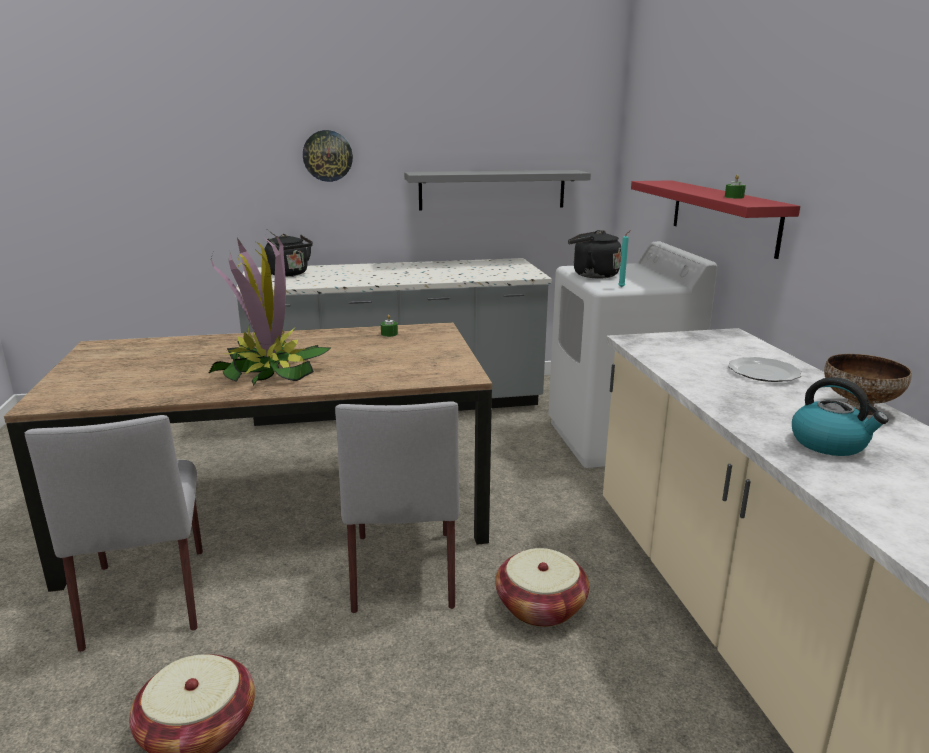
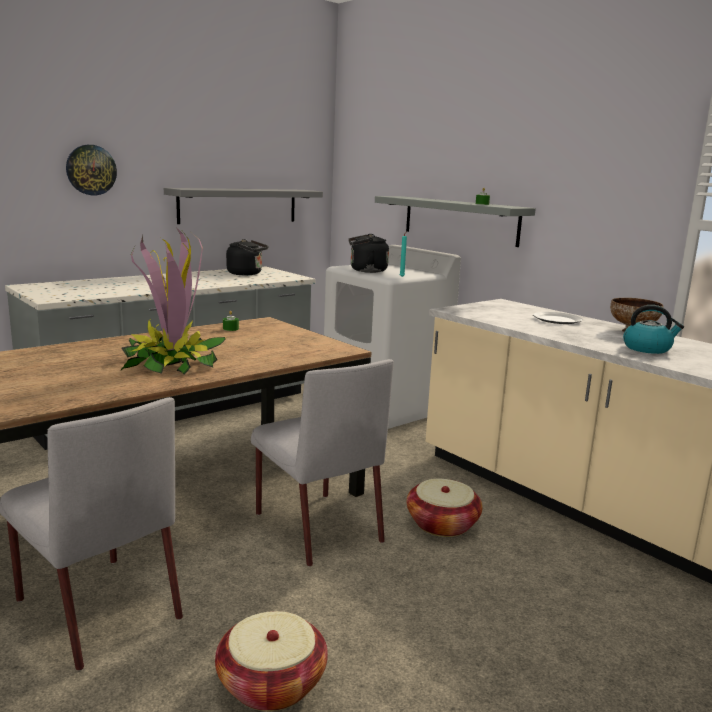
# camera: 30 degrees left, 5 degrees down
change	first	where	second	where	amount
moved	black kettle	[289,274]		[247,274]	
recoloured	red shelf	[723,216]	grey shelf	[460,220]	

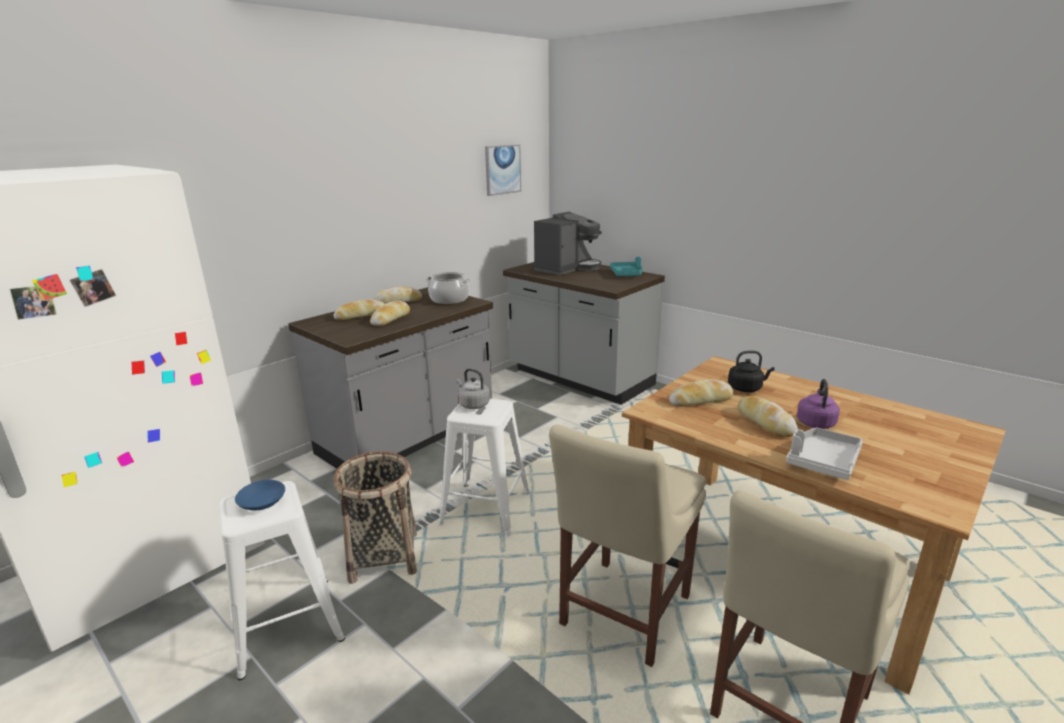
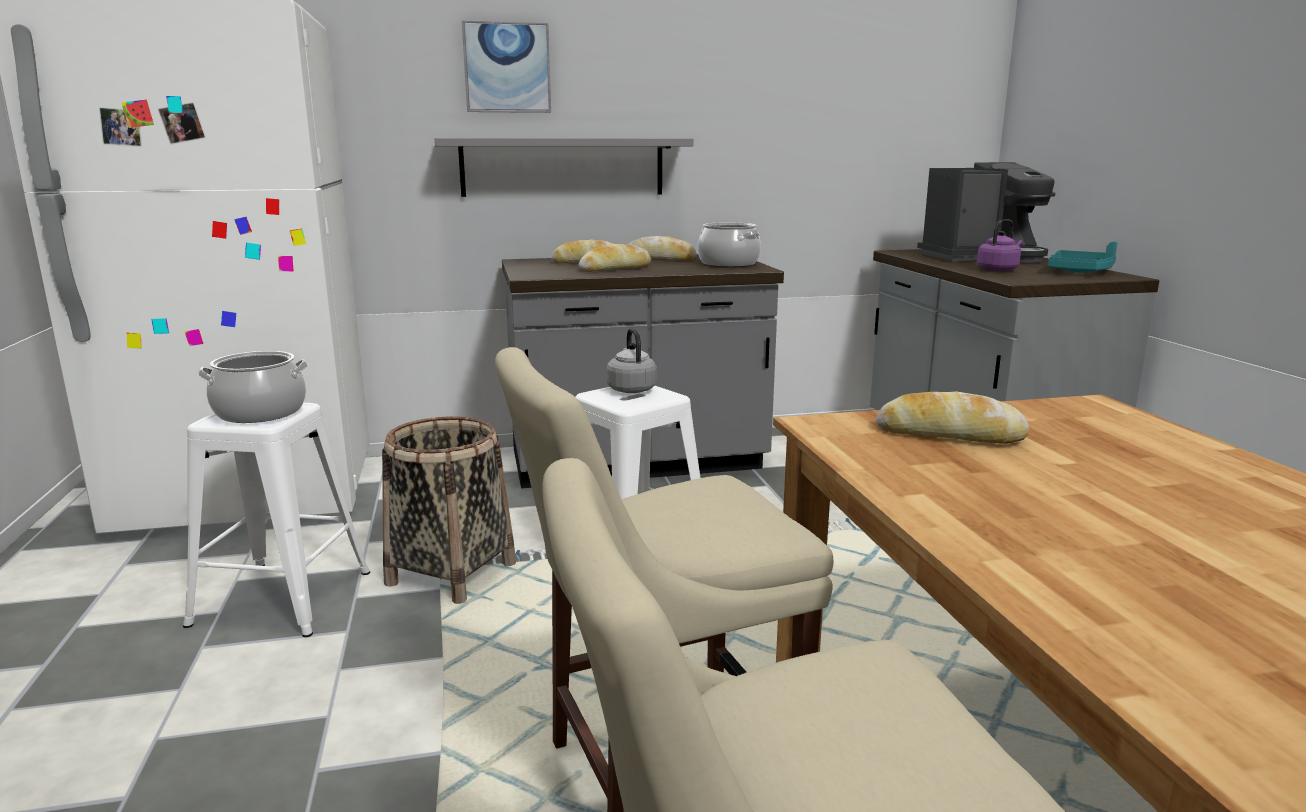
# camera: 35 degrees right, 5 degrees down
change	first	where	second	where	amount
removed	black kettle	[746,388]			
removed	bread	[765,422]			
removed	grey tray	[822,461]			
added			grey shelf	[563,167]	
moved	picture	[502,169]		[507,68]	
moved	purple kettle	[815,422]		[998,269]	
replaced	blue bowl	[262,503]	cooking pot	[260,413]	

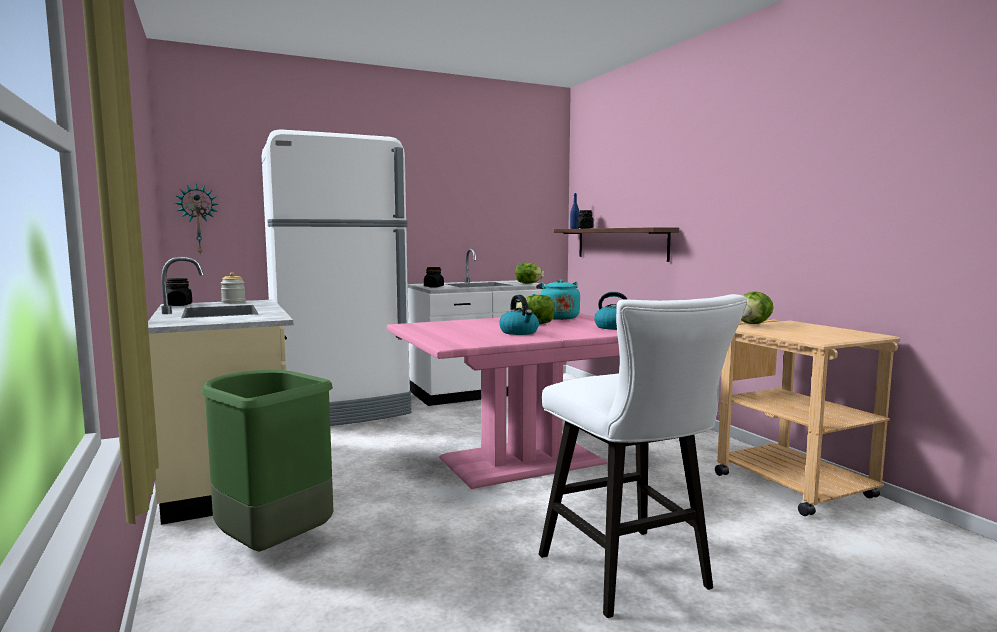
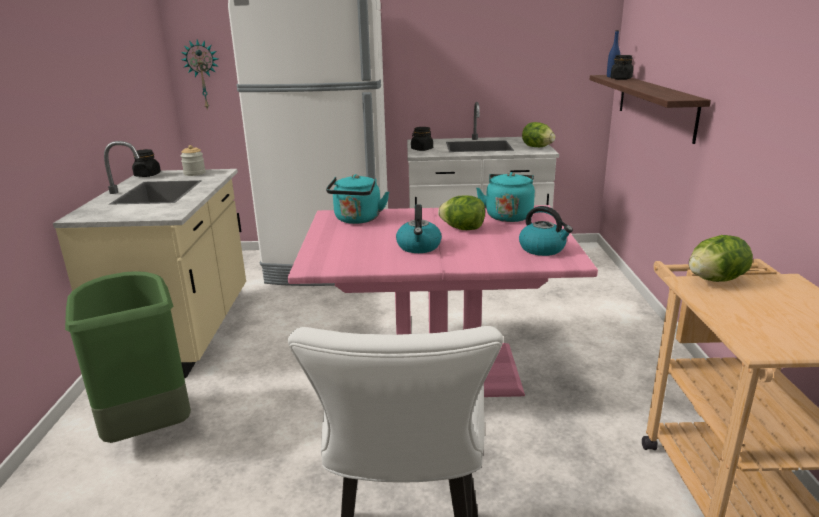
# camera: 25 degrees right, 15 degrees up
change	first	where	second	where	amount
added			turquoise kettle	[357,220]	

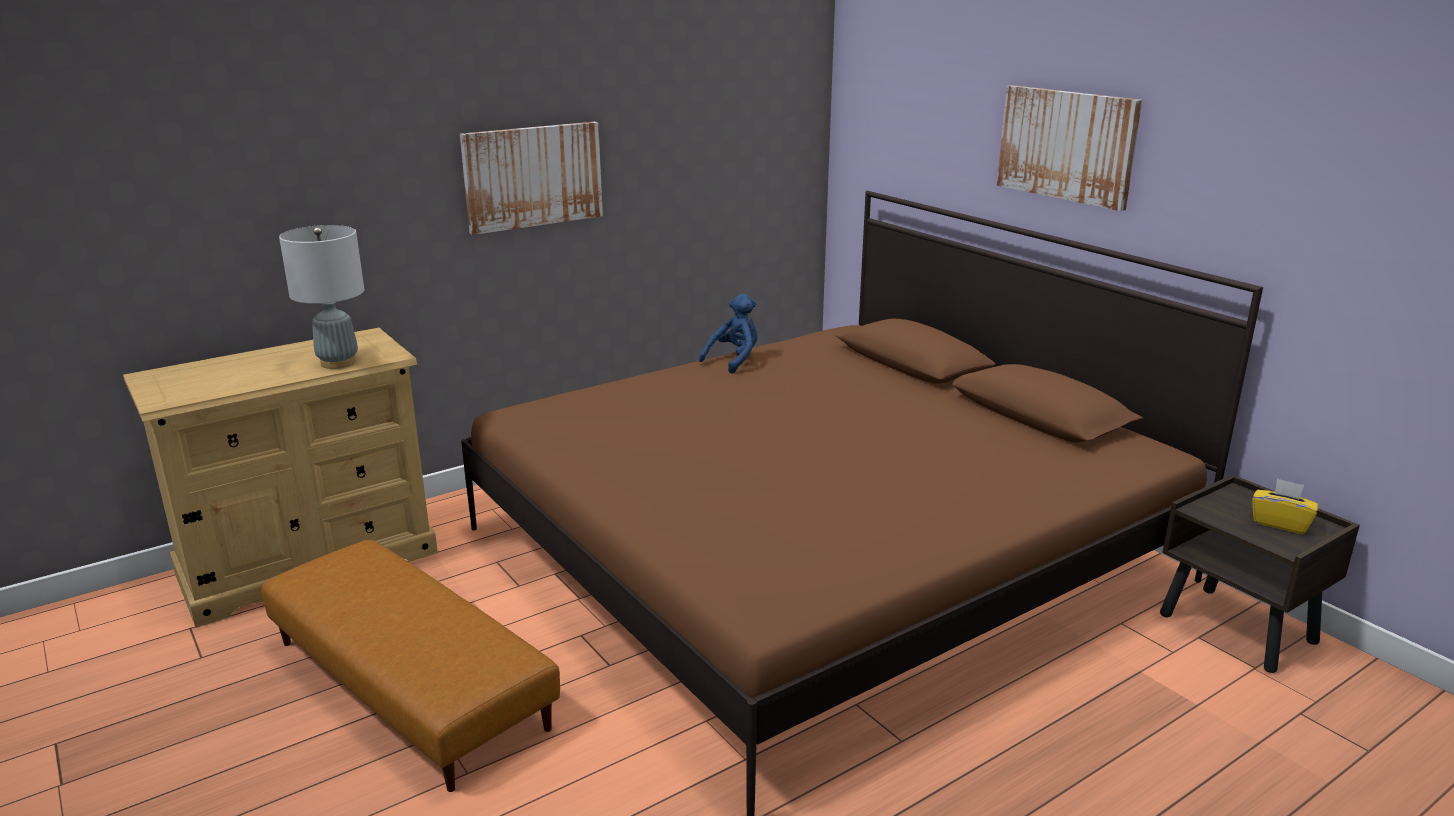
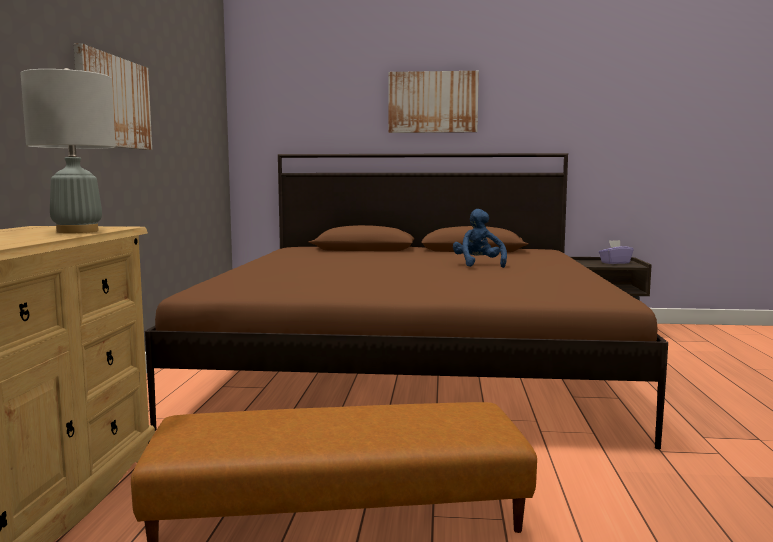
# camera: 50 degrees left, 15 degrees down
change	first	where	second	where	amount
moved	blue plush toy	[734,360]		[478,264]	
recoloured	yellow tissue box	[1280,523]	purple tissue box	[615,263]	

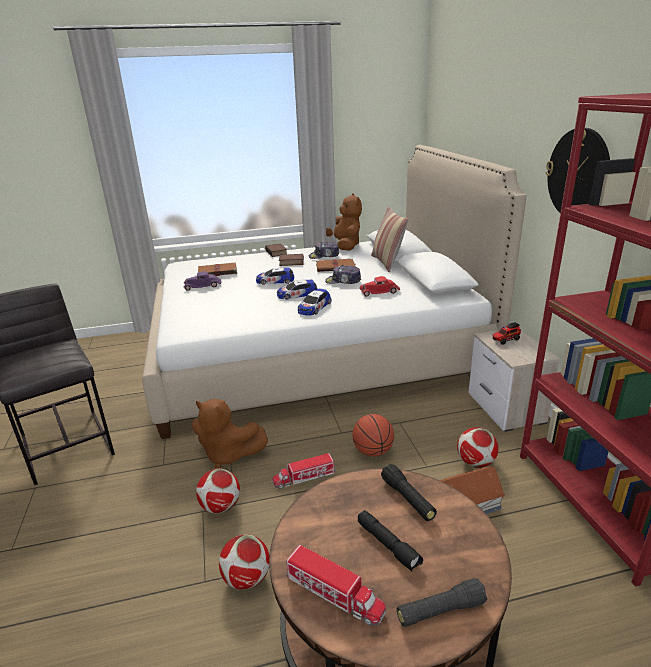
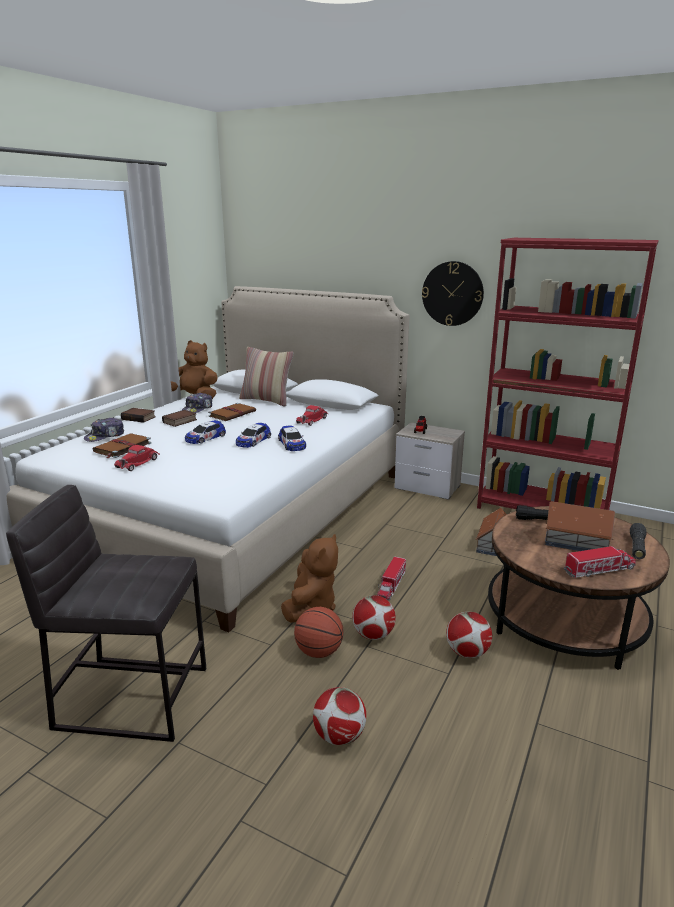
# camera: 50 degrees left, 5 degrees down
change	first	where	second	where	amount
moved	cap	[343,281]		[105,436]	
moved	basketball	[373,451]		[319,652]	
moved	football	[475,462]		[339,736]	
replaced	black flashlight	[388,545]	toy house	[575,541]	
recoloured	purple toy car	[203,286]	red toy car	[138,463]	
turned	brown plush toy	[228,454]		[310,606]	45 degrees counterclockwise

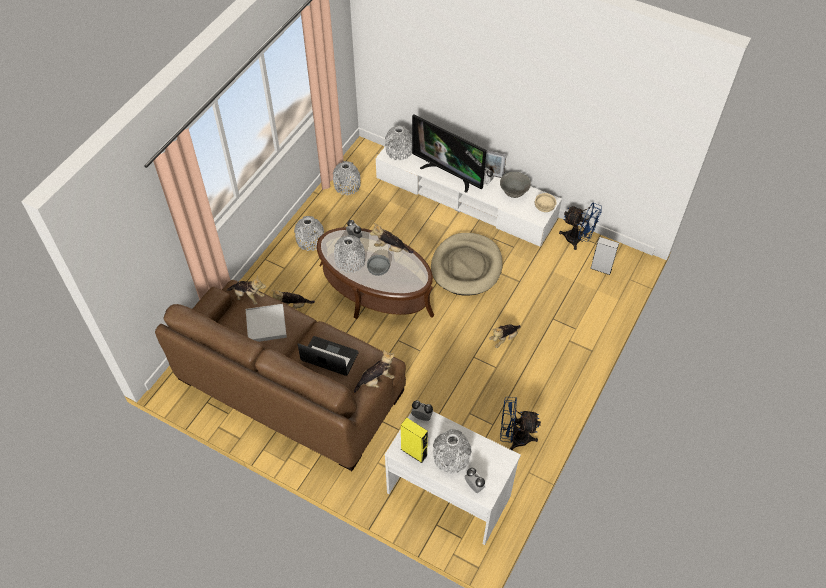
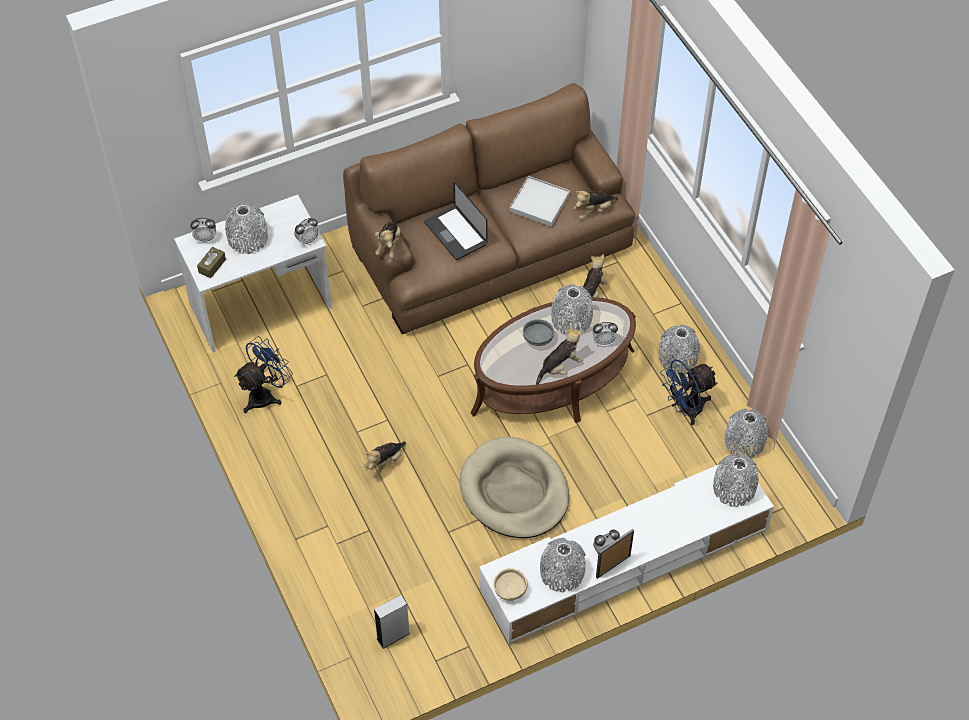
# camera: 125 degrees right, 0 degrees up
change	first	where	second	where	amount
removed	yellow speaker	[414,452]			
removed	television	[448,174]			
added			brown tissue box	[212,266]	
moved	blue fan	[577,240]		[685,409]	
replaced	grey bowl	[514,192]	grey vase	[562,573]	
turned	laptop	[329,357]		[455,233]	90 degrees clockwise
turned	plush toy	[504,338]		[385,463]	135 degrees counterclockwise

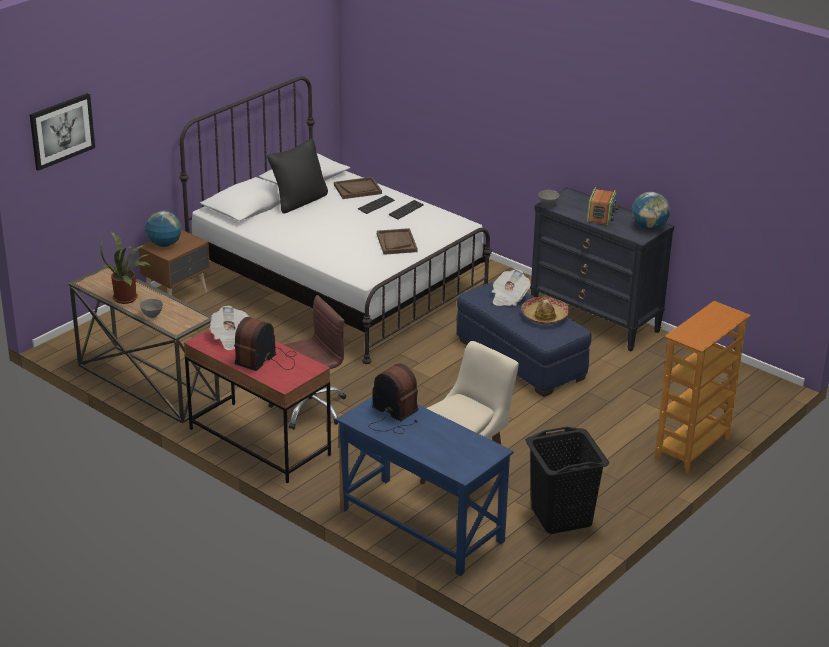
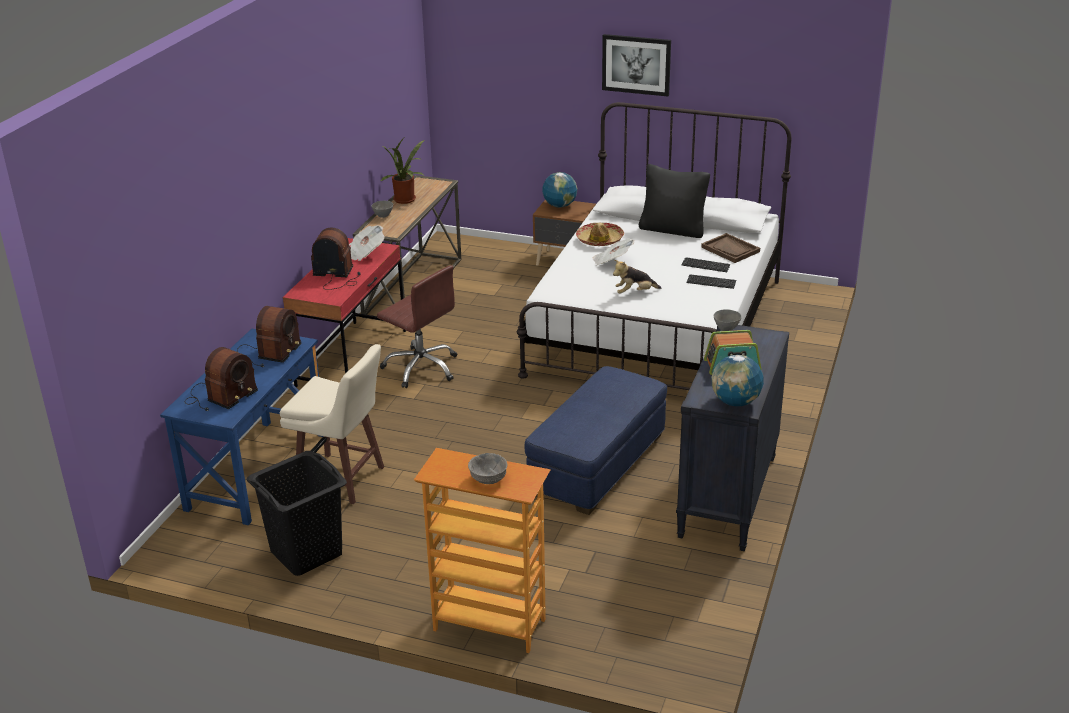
# camera: 70 degrees right, 0 degrees up
change	first	where	second	where	amount
added			radio	[220,397]	
added			grey bowl	[488,479]	
moved	picture	[61,131]		[636,64]	
moved	newspaper	[508,298]		[612,261]	
moved	hat	[544,316]		[599,240]	
replaced	brown tray	[396,243]	plush toy	[634,293]	

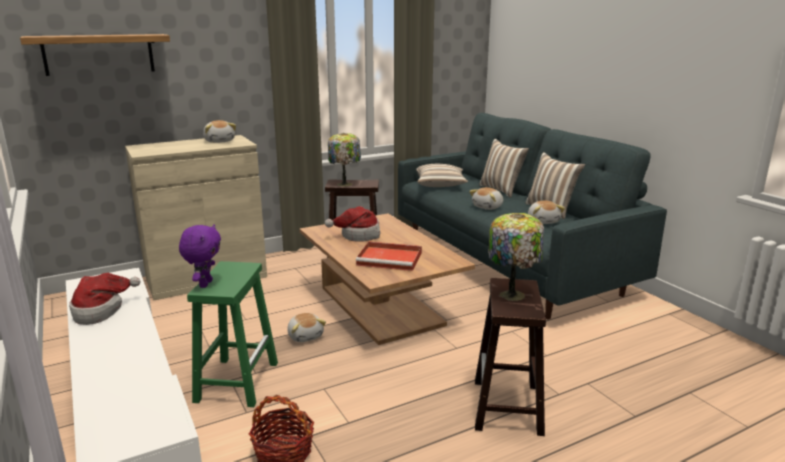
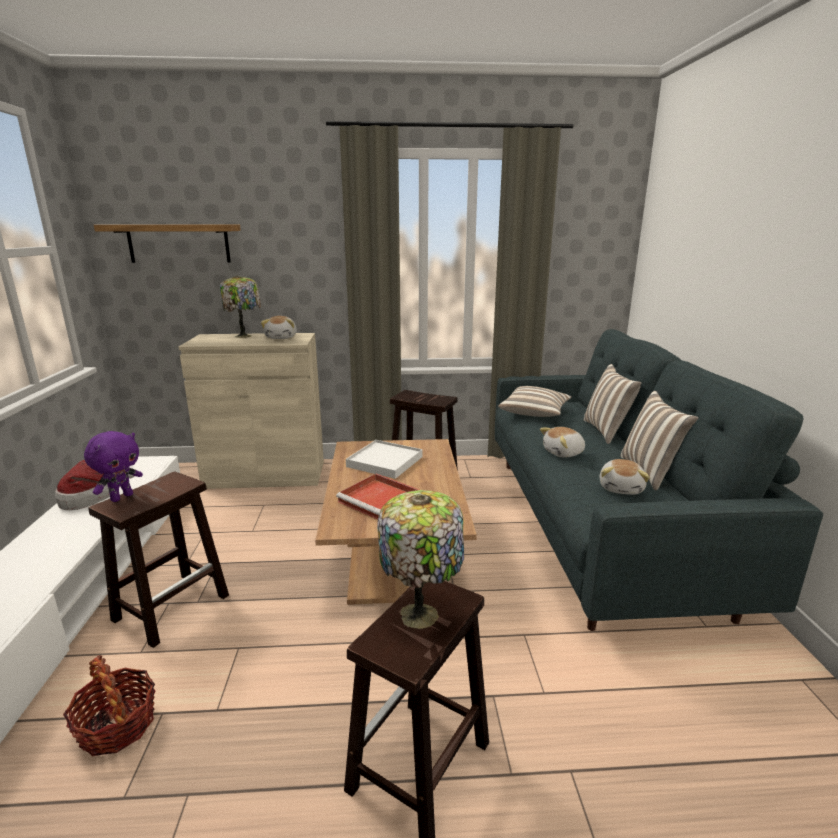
# camera: 25 degrees right, 0 degrees up
change	first	where	second	where	amount
removed	plush toy	[305,336]			
moved	table lamp	[345,184]		[244,336]	
replaced	hat	[358,235]	white tray	[384,462]	
recoloured	green stool	[237,381]	brown stool	[173,606]	

